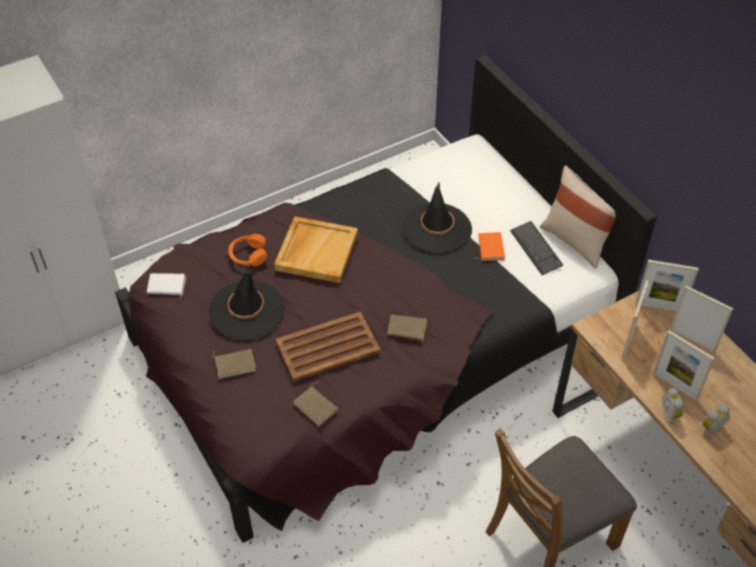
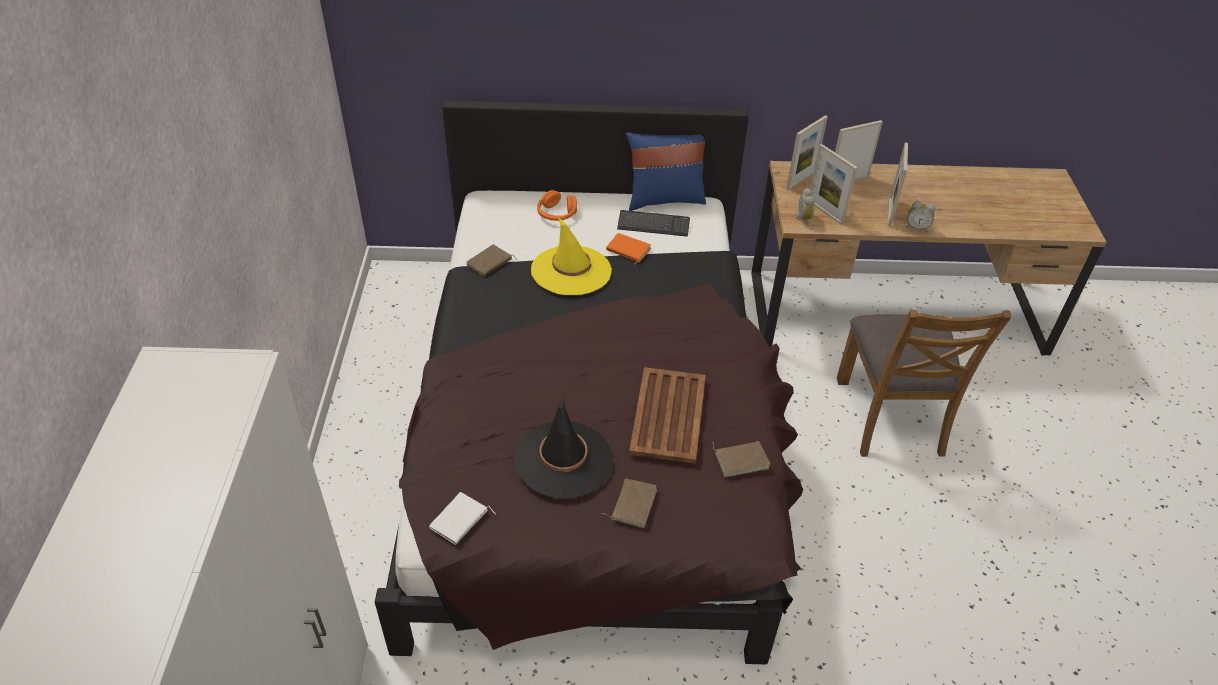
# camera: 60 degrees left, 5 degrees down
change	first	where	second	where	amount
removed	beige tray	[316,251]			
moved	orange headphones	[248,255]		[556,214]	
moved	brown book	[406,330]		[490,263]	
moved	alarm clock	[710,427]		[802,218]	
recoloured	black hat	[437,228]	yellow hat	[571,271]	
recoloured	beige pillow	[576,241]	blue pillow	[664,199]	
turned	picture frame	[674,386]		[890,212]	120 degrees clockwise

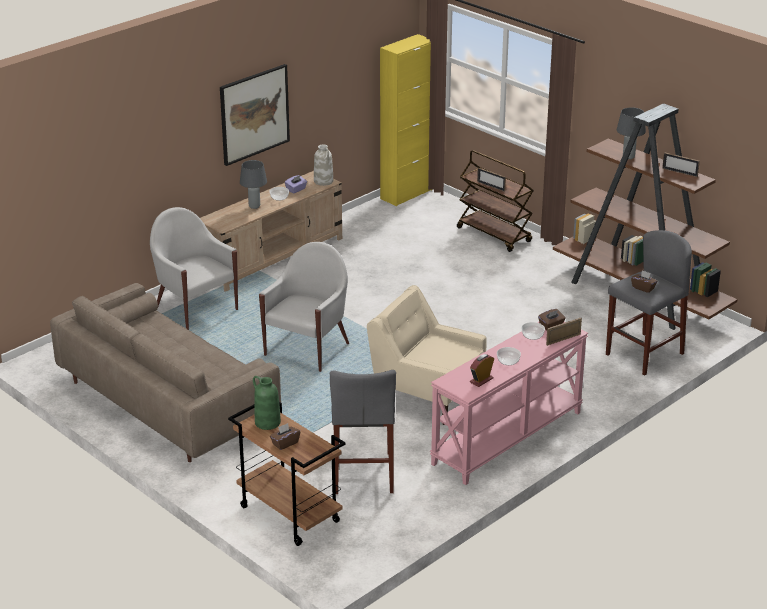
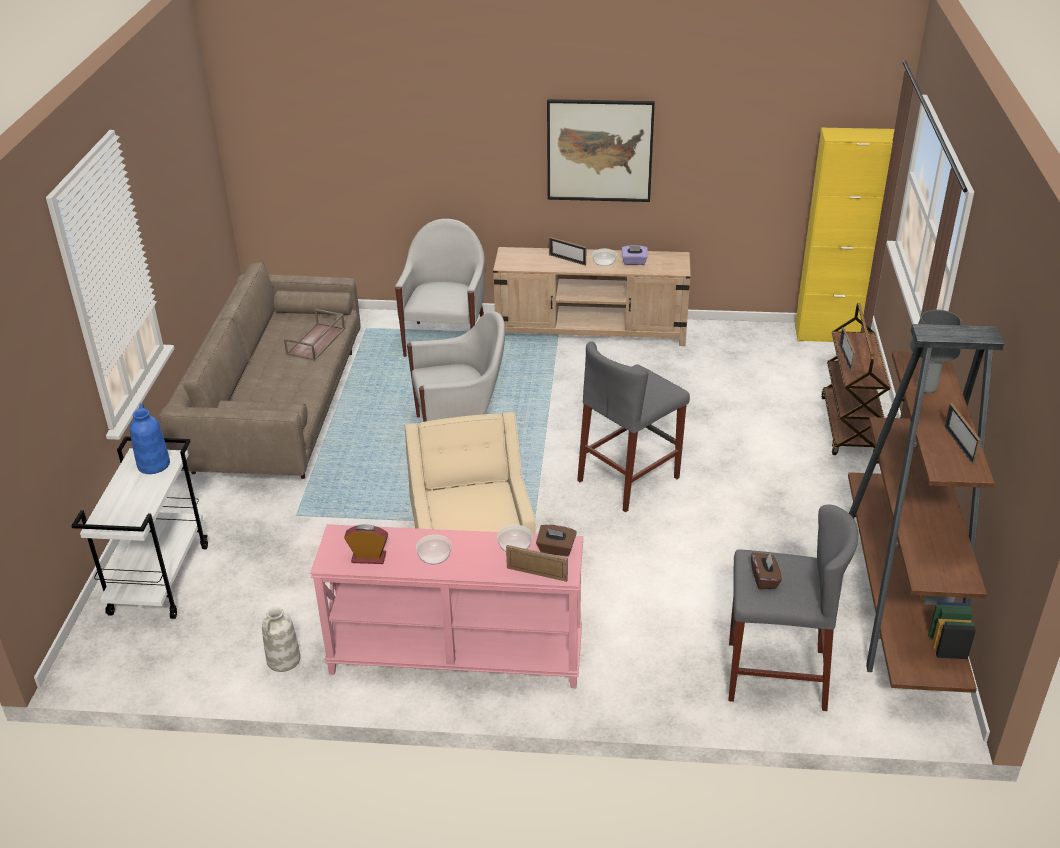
# camera: 50 degrees right, 5 degrees up
change	first	where	second	where	amount
removed	brown tissue box	[285,443]			
added			brown tray	[316,342]	
moved	white vase	[324,181]		[283,660]	
moved	grey stool	[363,472]		[628,479]	
replaced	grey table lamp	[254,206]	picture frame	[567,260]	
recoloured	brown cart	[288,514]	white cart	[159,579]	
recoloured	green vase	[267,422]	blue vase	[153,464]	

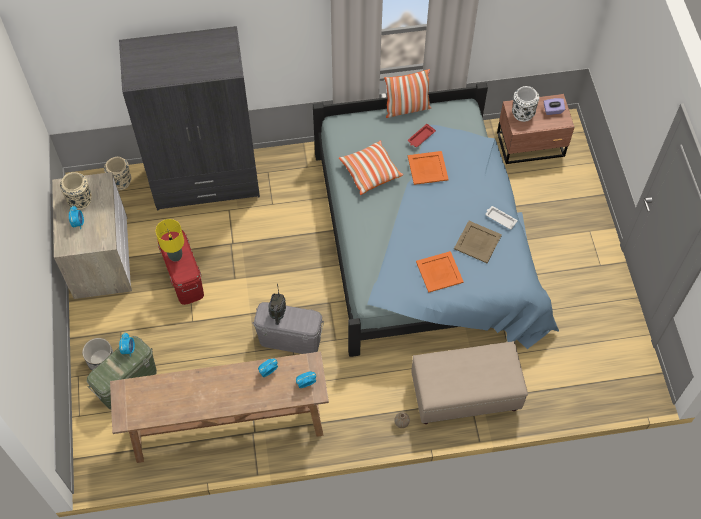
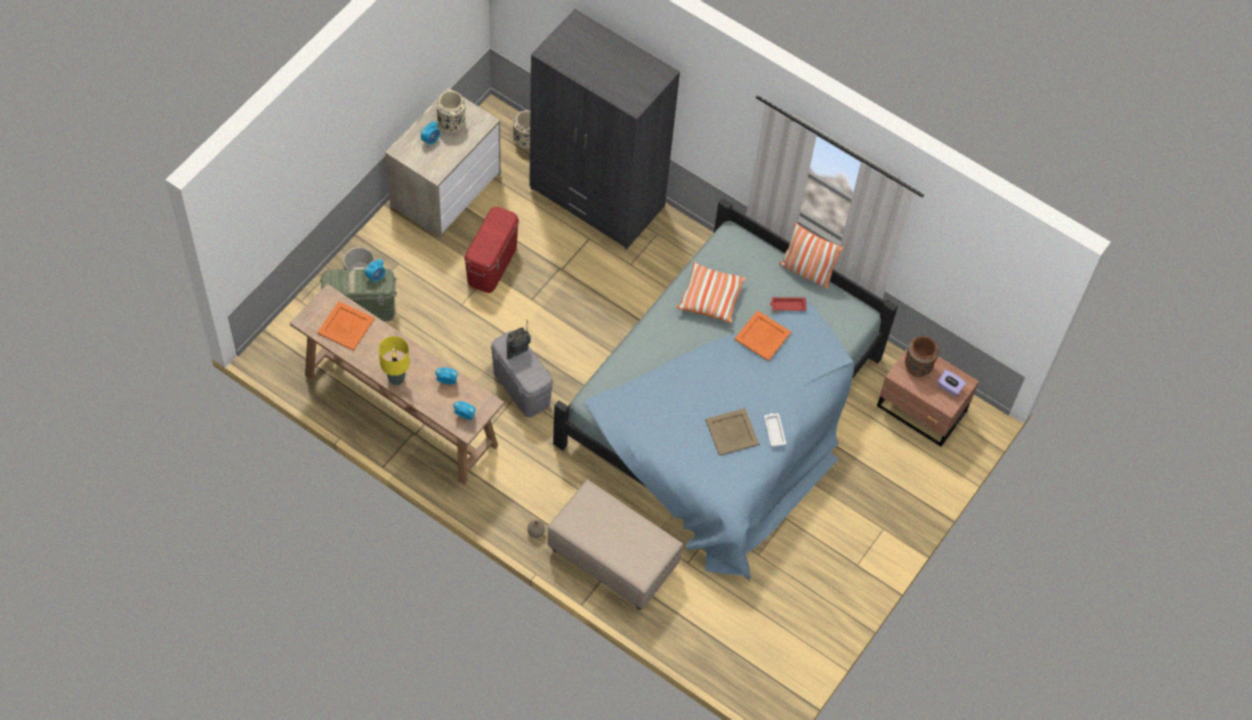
# camera: 40 degrees right, 0 degrees up
change	first	where	second	where	amount
moved	yellow table lamp	[175,256]		[396,379]	
moved	orange tray	[439,272]		[345,326]	
recoloured	white vase	[522,113]	brown vase	[917,366]	

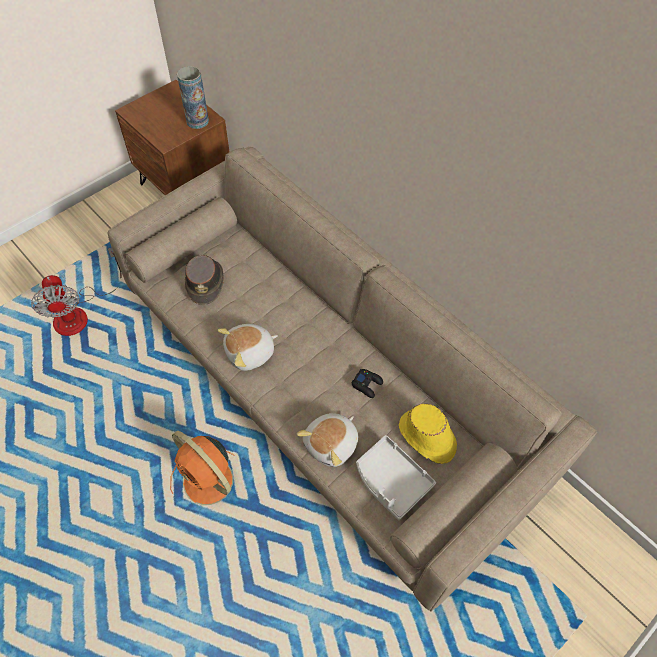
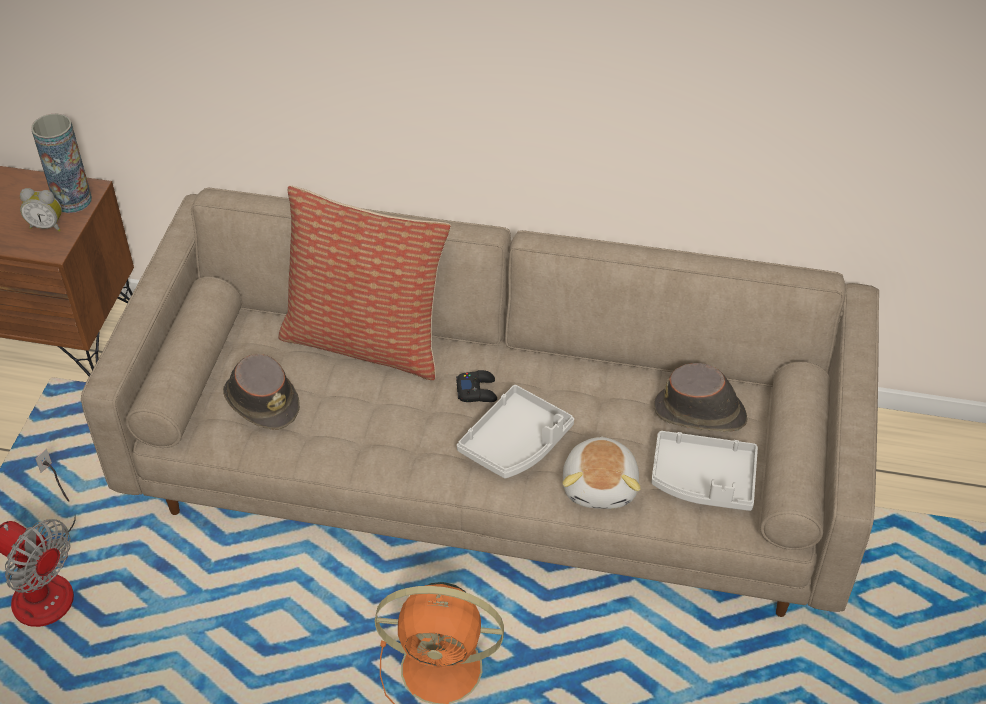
# camera: 35 degrees left, 10 degrees down
change	first	where	second	where	amount
removed	plush toy	[250,353]			
added			alarm clock	[47,226]	
added			pillow	[366,340]	
added			grey tray	[516,443]	
moved	black game controller	[367,384]		[477,391]	
recoloured	yellow hat	[427,438]	brown hat	[700,413]	

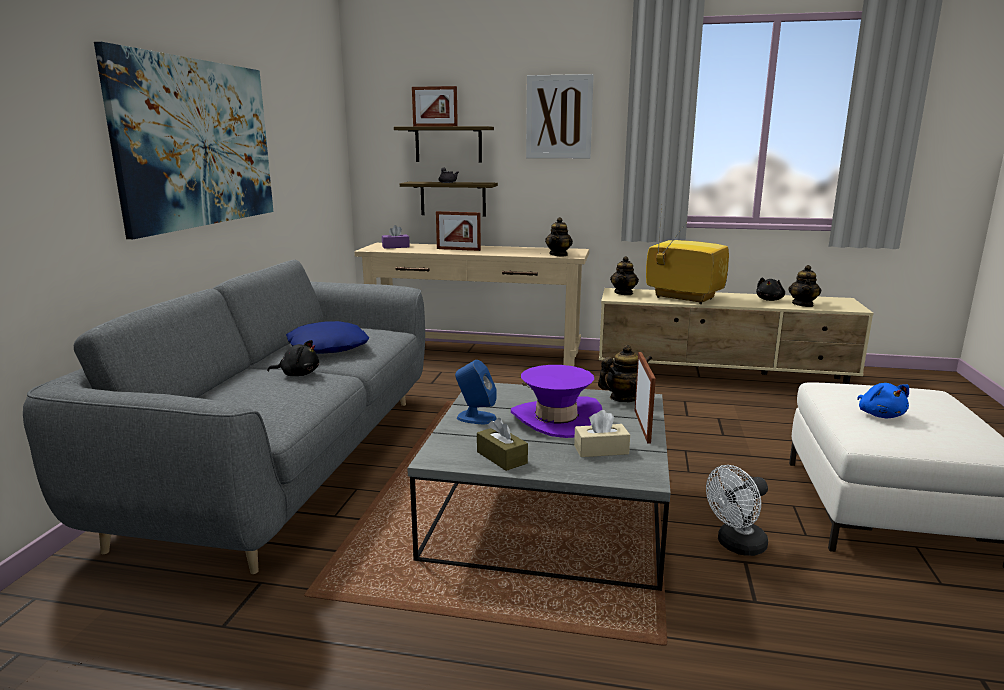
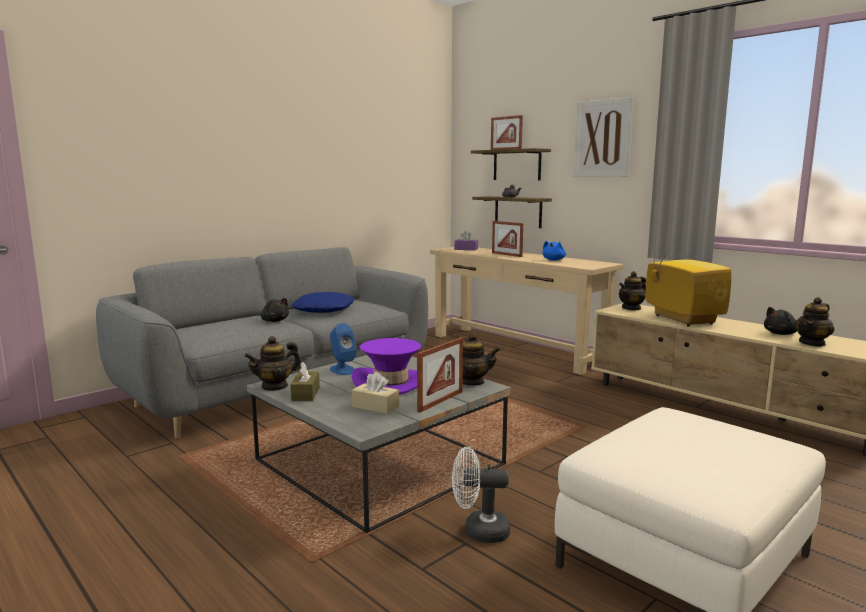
# camera: 35 degrees right, 5 degrees down
change	first	where	second	where	amount
removed	picture	[198,143]			
moved	teapot	[559,255]		[275,386]	
moved	blue plush toy	[880,415]		[554,260]	

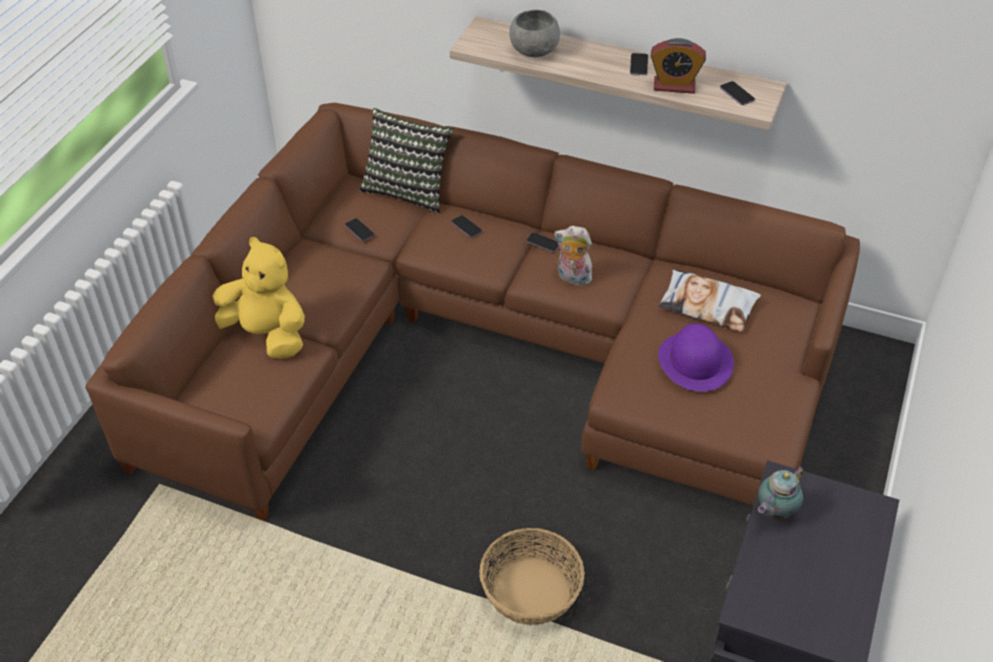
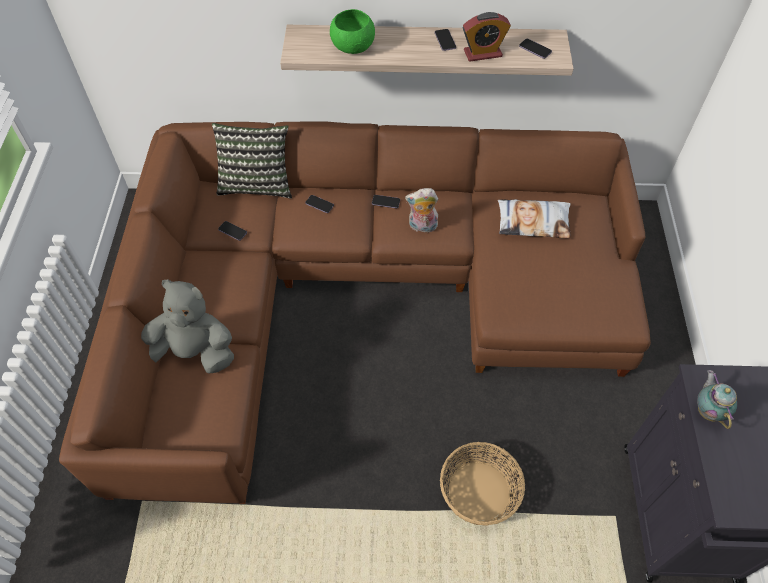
# camera: 20 degrees left, 10 degrees up
change	first	where	second	where	amount
removed	purple hat	[695,361]			
recoloured	yellow plush toy	[265,335]	grey plush toy	[194,352]	
recoloured	grey bowl	[534,50]	green bowl	[353,46]	
turned	teapot	[774,512]		[708,410]	150 degrees clockwise

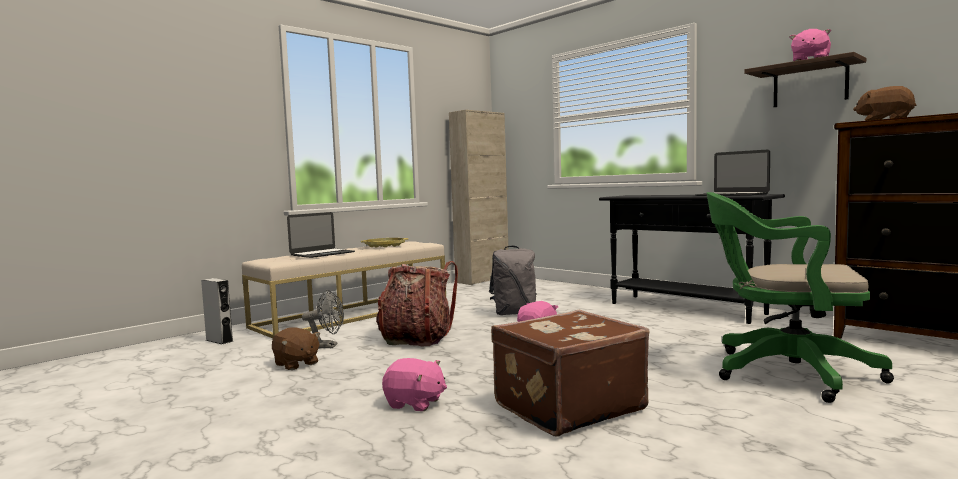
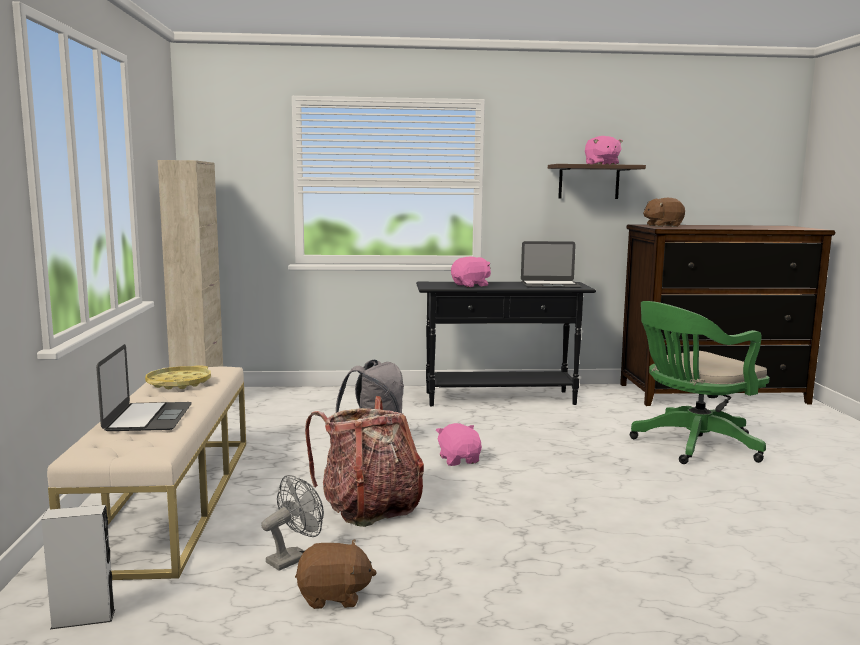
# camera: 50 degrees left, 5 degrees up
change	first	where	second	where	amount
removed	brown suitcase	[566,406]			
moved	pink plush toy	[415,403]		[471,285]	

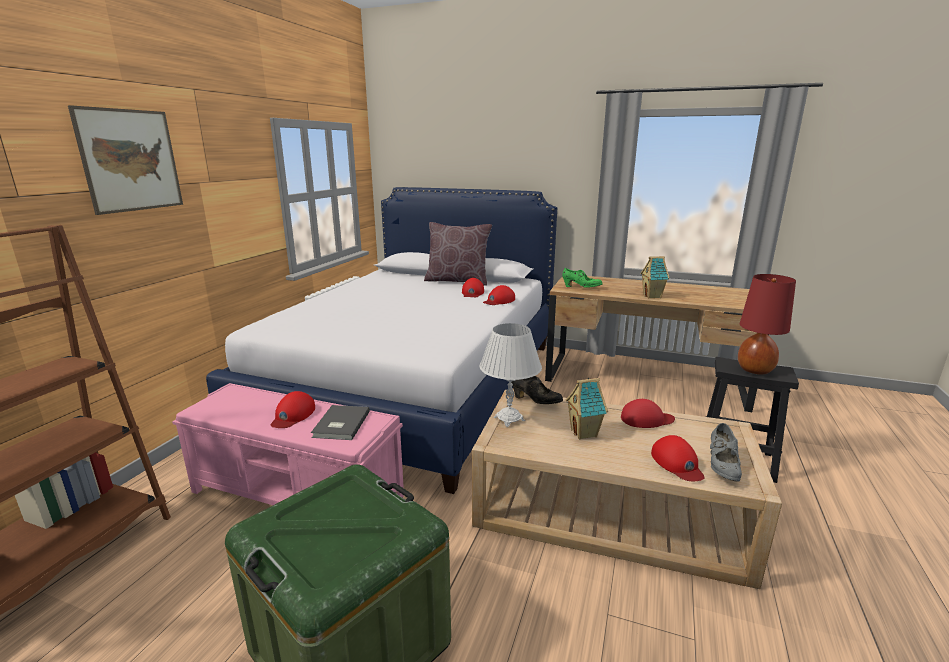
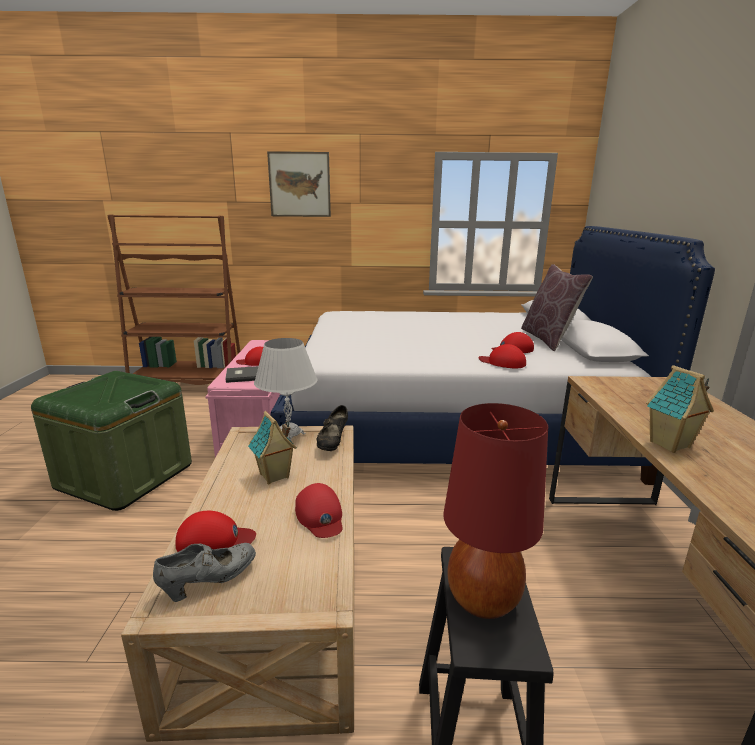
# camera: 70 degrees right, 0 degrees up
change	first	where	second	where	amount
removed	green shoe	[581,288]			
turned	red cap	[677,463]		[215,540]	150 degrees counterclockwise
turned	grey shoe	[722,467]		[210,581]	150 degrees clockwise

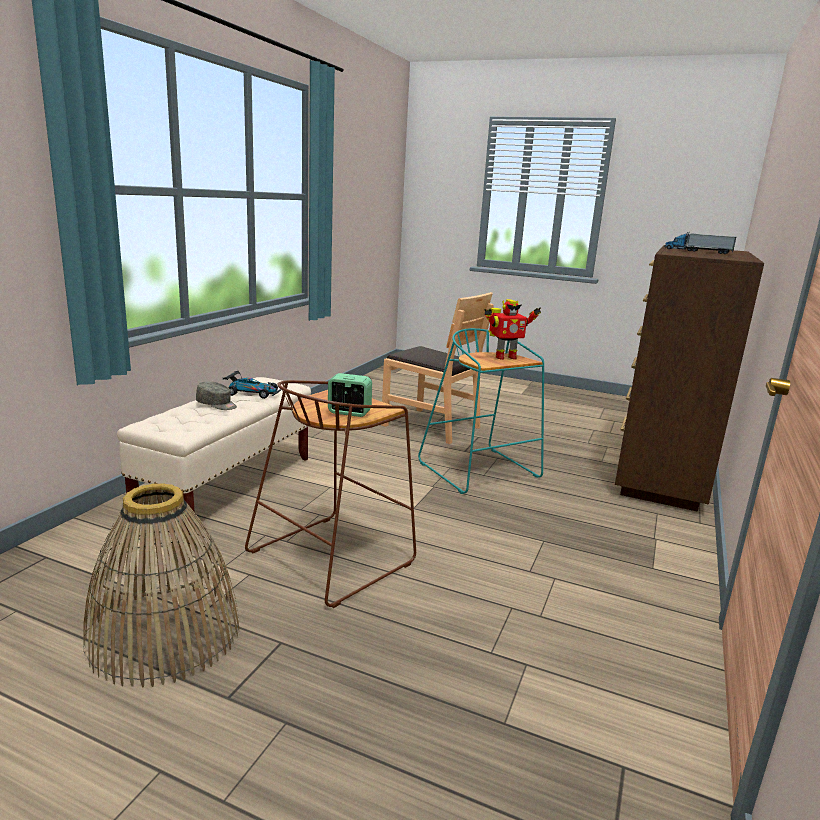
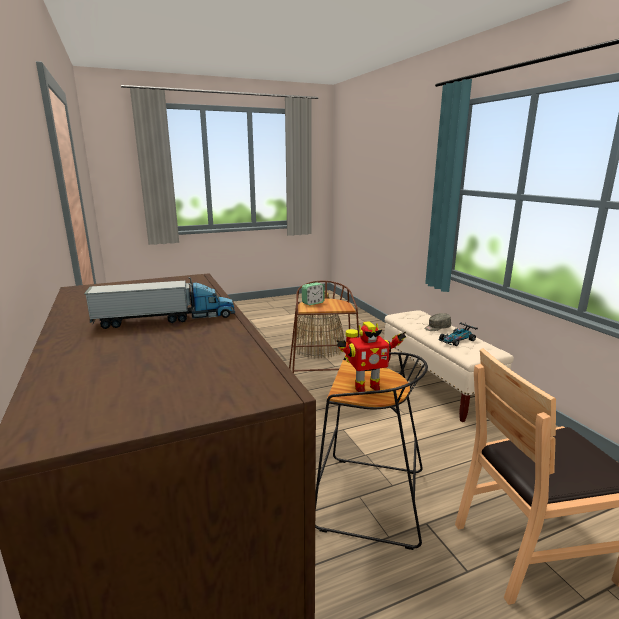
# camera: 135 degrees right, 0 degrees up
change	first	where	second	where	amount
recoloured	turquoise stool	[481,471]	black stool	[368,500]	
turned	toy robot	[504,357]		[365,387]	135 degrees counterclockwise

